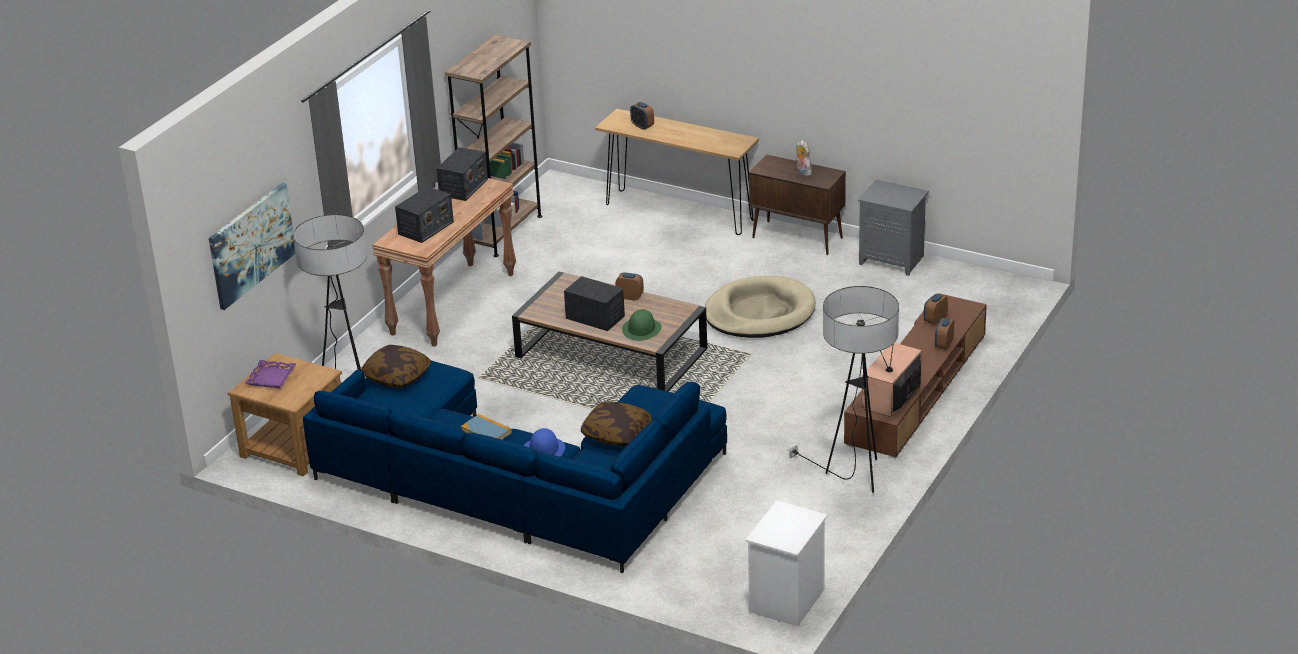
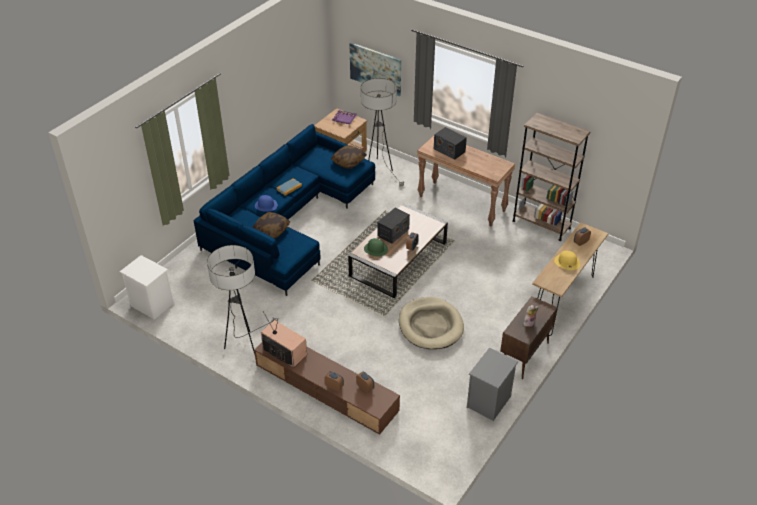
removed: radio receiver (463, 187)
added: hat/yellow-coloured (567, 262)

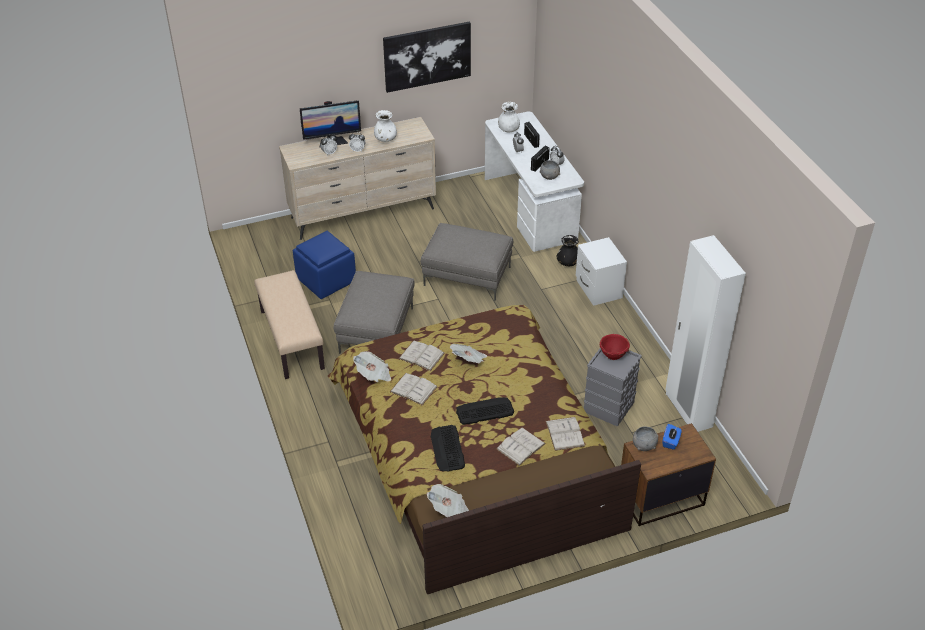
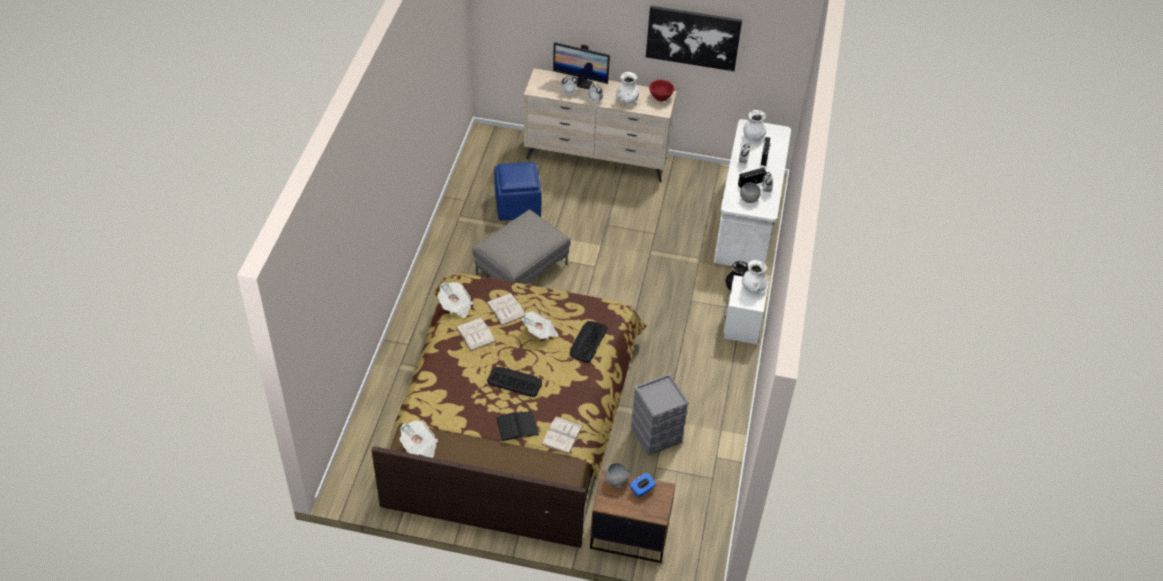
removed: indoor bench/sand-coloured (291, 339); pouffe/greyish (468, 276); wardrobe/whitish (688, 410)
added: decorative vase/whitish (753, 288)
moved: PC keyboard (447, 449) to (588, 342); deep dish/red-coloured (613, 355) to (660, 97)
recoloured: volume/whitish (520, 446) to volume/blackish (517, 426)

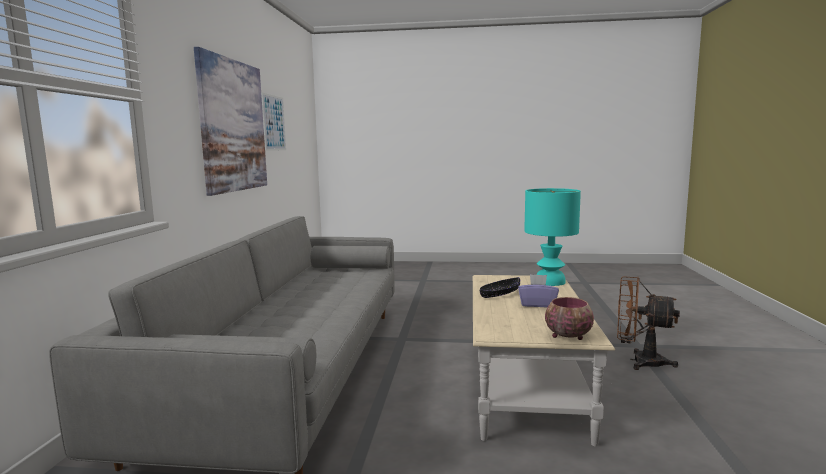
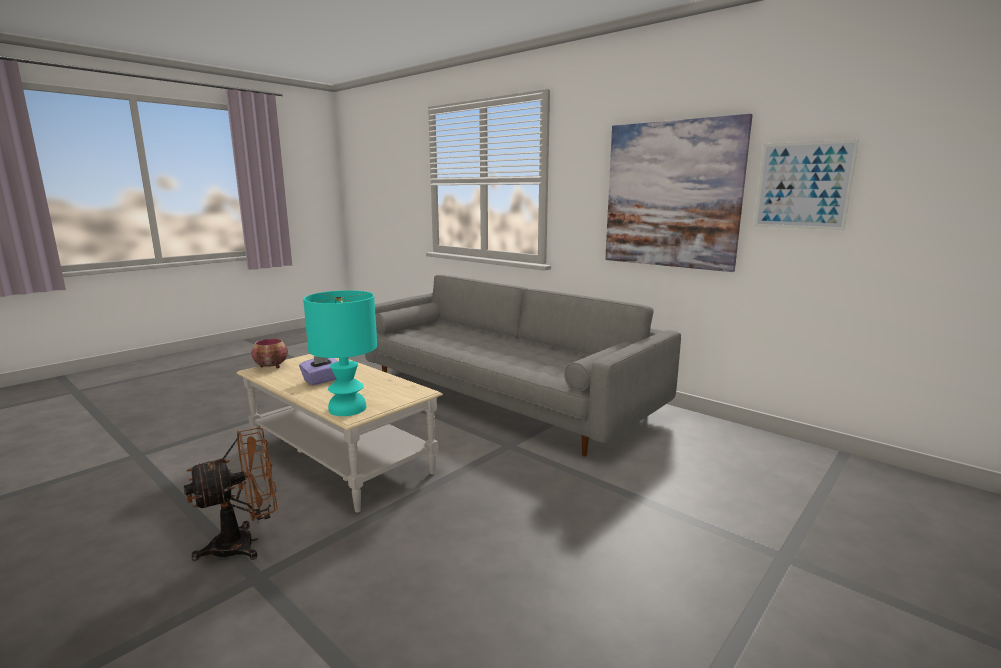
removed: deep dish/blackish (499, 294)

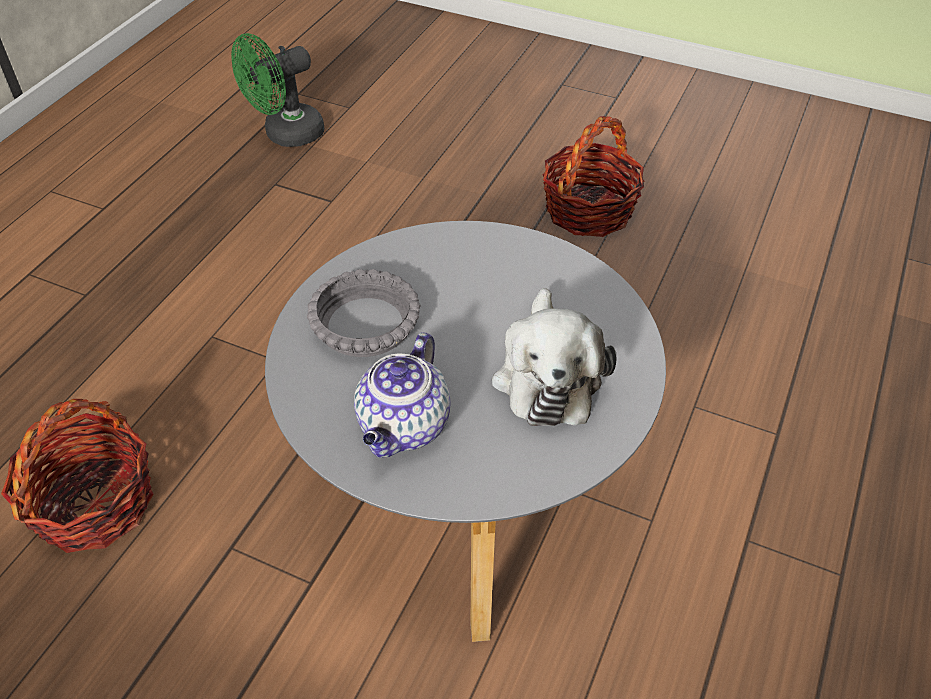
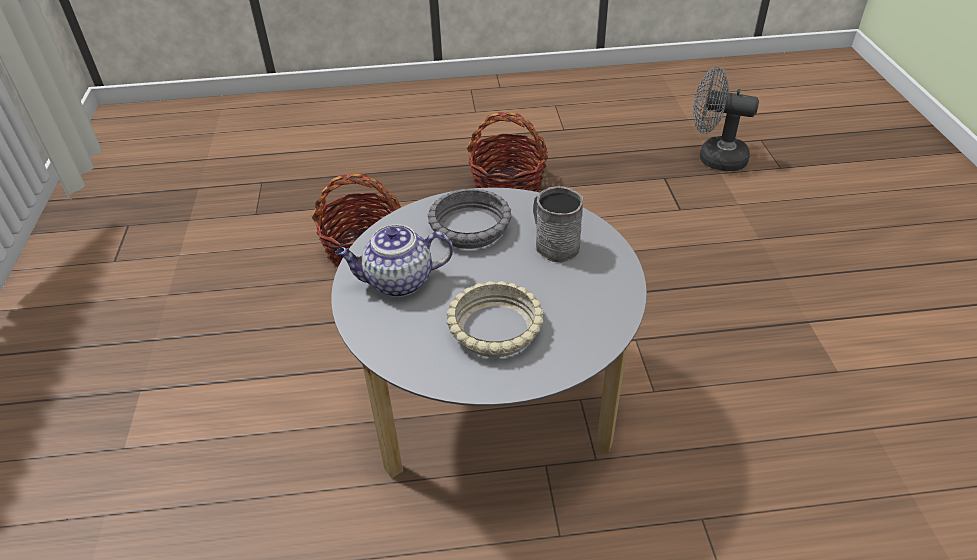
added: mug/greyish (553, 244)
moved: basket (589, 210) to (508, 185)
replaced: soft toy (547, 376) to deep dish/sand-coloured (496, 328)
recoloured: electric fan/greenish (286, 135) to electric fan/greyish (714, 157)

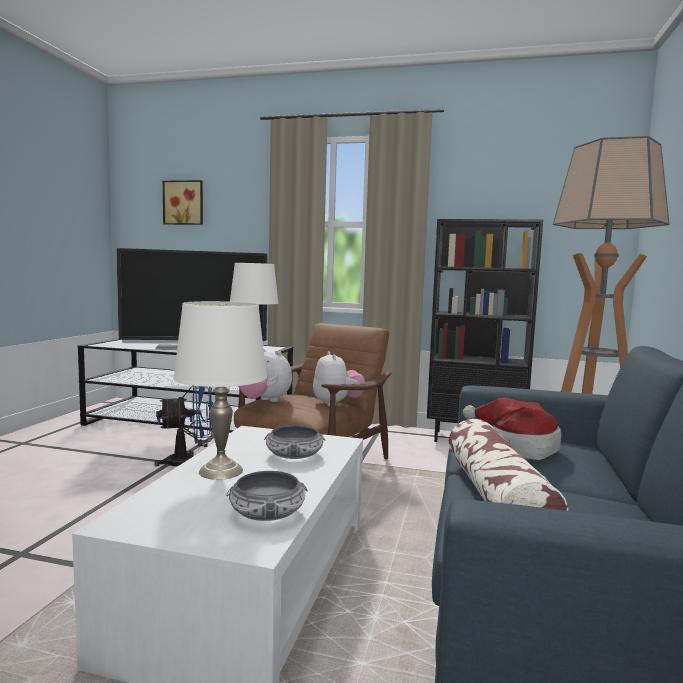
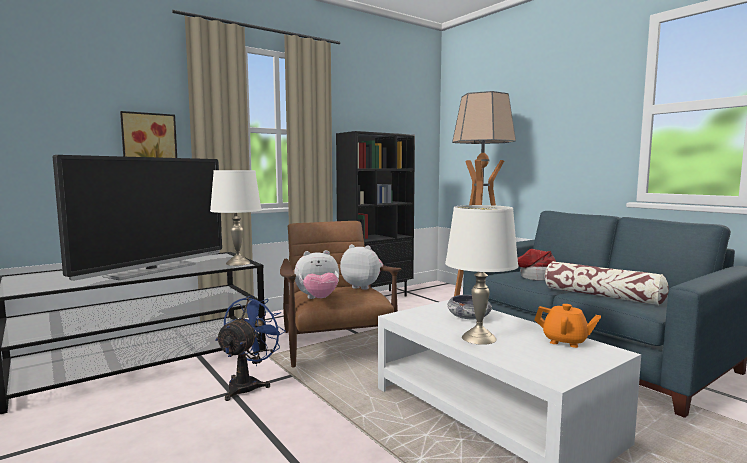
moved: picture (184, 203) to (149, 138)
replaced: deep dish (267, 513) to tea pot/orangey (565, 341)

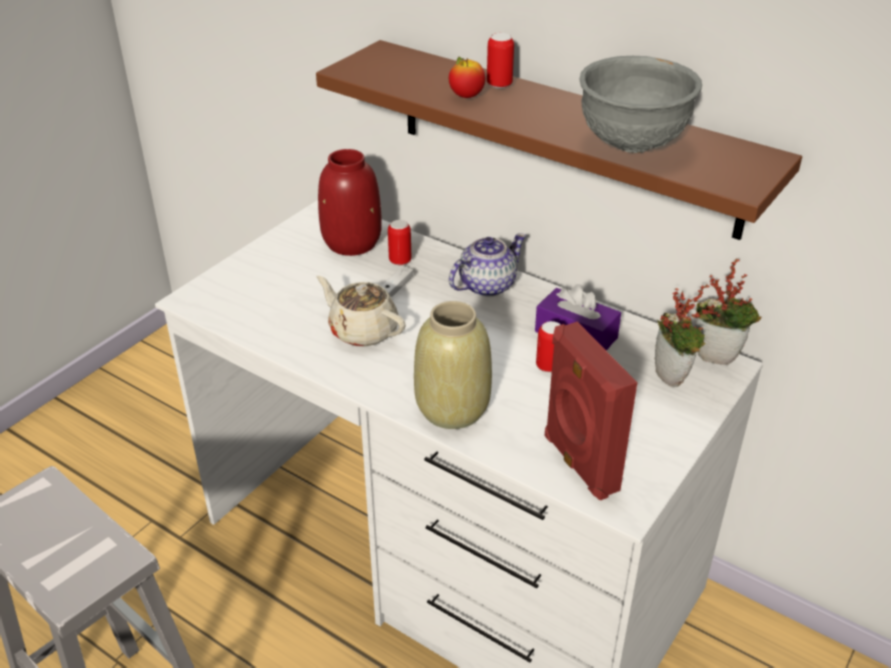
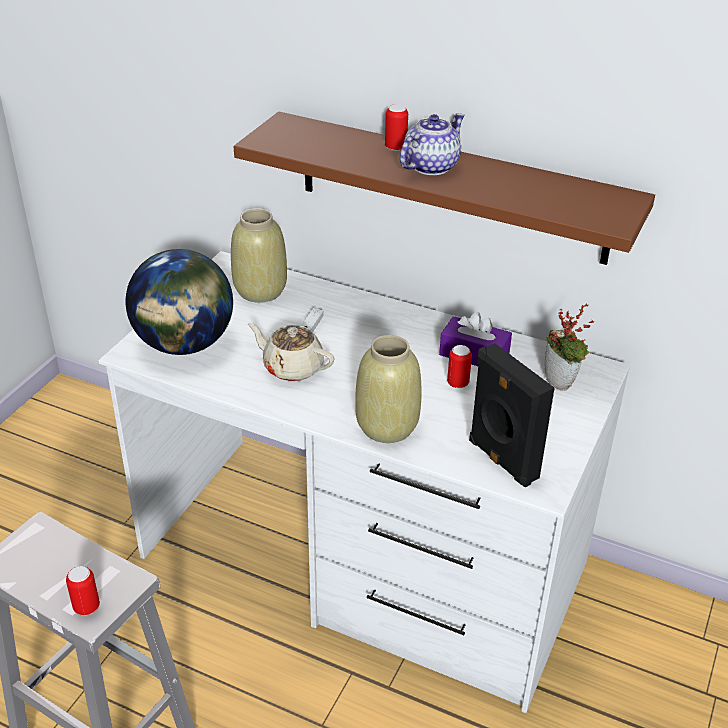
removed: whole apple (466, 96); deep dish/greyish (630, 144); potted plant (718, 356)
added: world globe (184, 344)
moved: can (400, 261) to (86, 607); tea pot (486, 285) to (430, 166)
recoloured: decorative vase/red-coloured (352, 243) to decorative vase/sand-coloured (260, 291); speaker/red-coloured (578, 464) to speaker/blackish (501, 460)

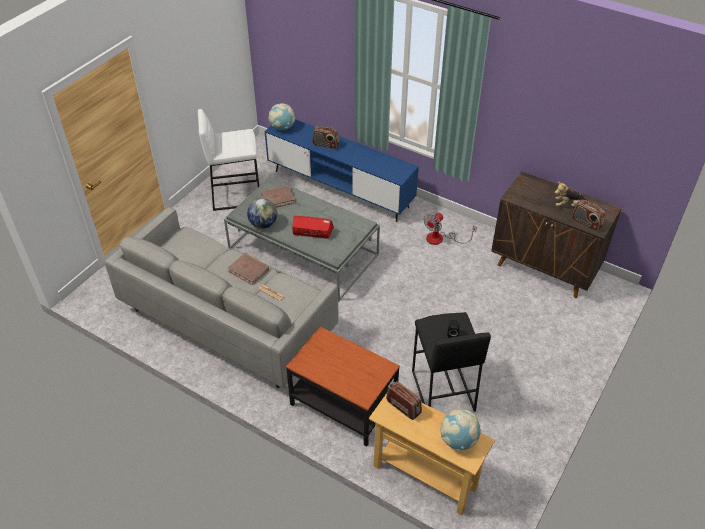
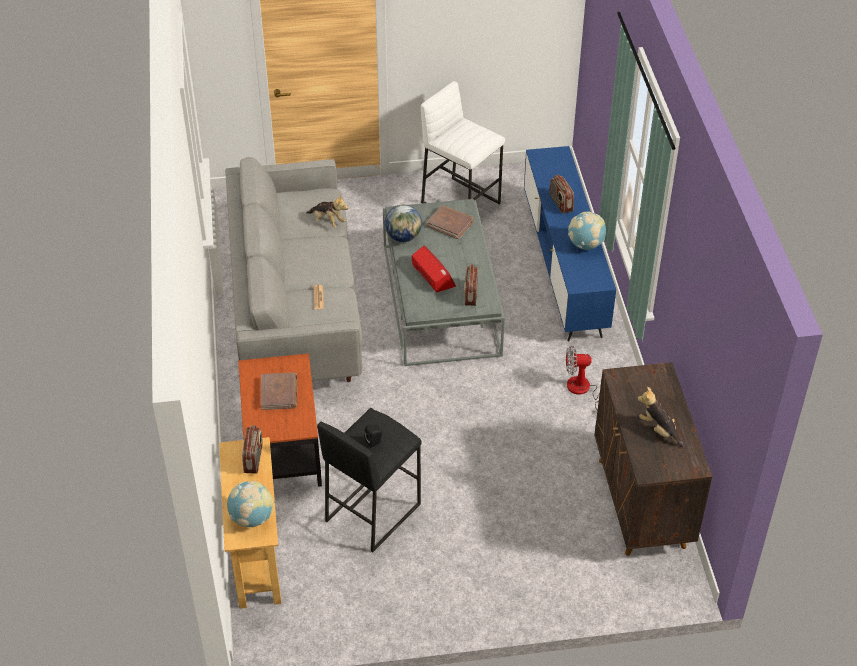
added: soft toy (328, 221)
moved: volume/brownish (249, 270) to (279, 393); world globe (282, 127) to (585, 244); radio receiver (586, 223) to (470, 294)

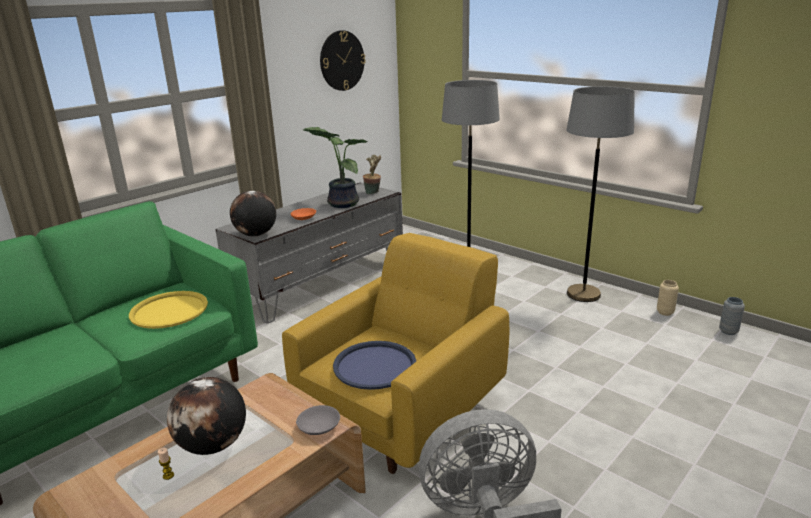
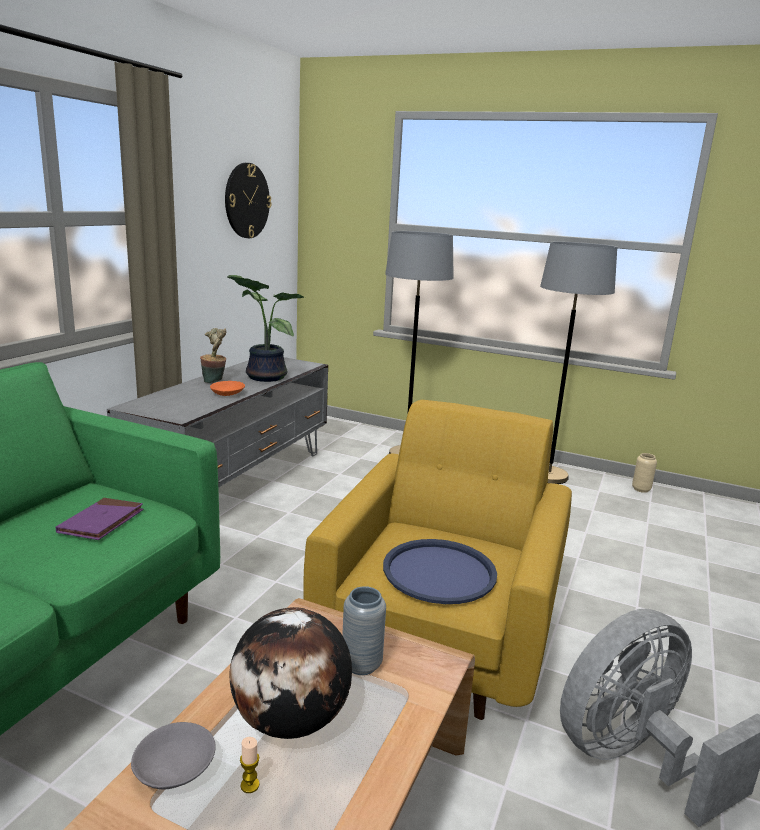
removed: world globe (255, 235)
moved: deep dish/greyish (318, 427) to (173, 768); potted plant (373, 192) to (215, 381); decorative vase/greyish (728, 331) to (361, 664)
replaced: carrying tray/yellow-coloured (169, 310) to volume/purple (101, 522)

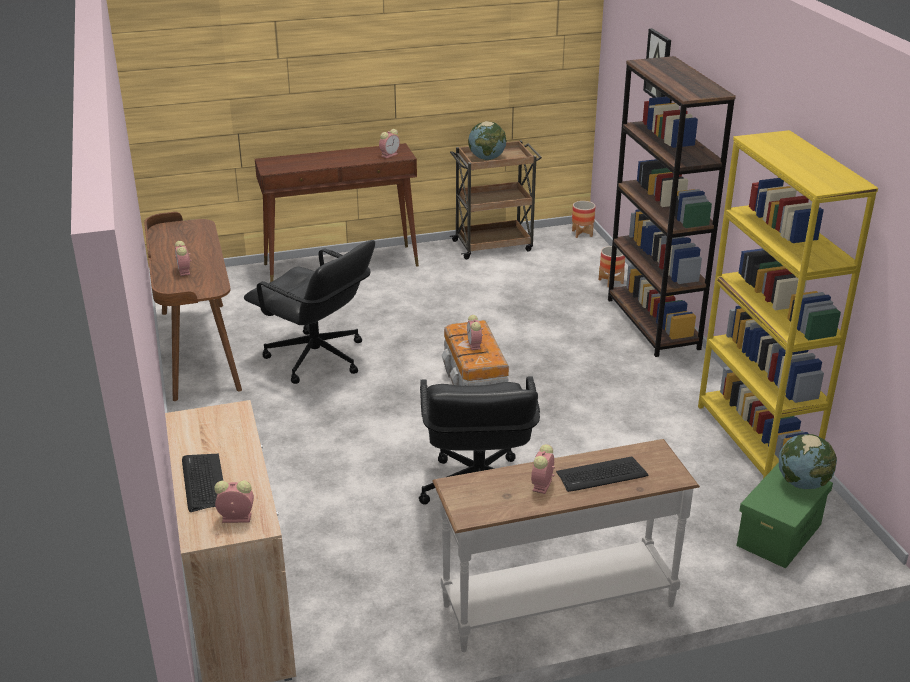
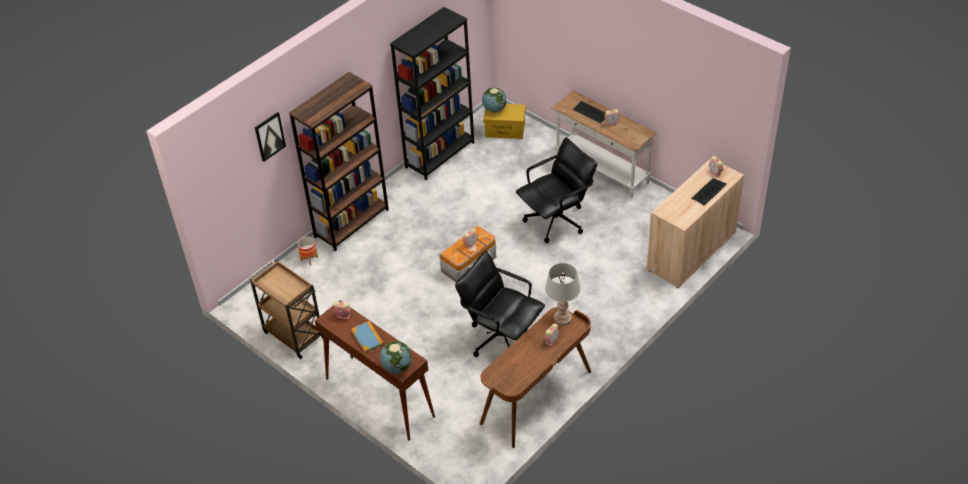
removed: planter (582, 233)
added: volume (367, 338); table lamp/greyish (562, 319)
moved: world globe (487, 158) to (397, 367)
recoloured: bookcase/yellow-coloured (755, 440) to bookcase/blackish (440, 155); storage container/greenish (779, 534) to storage container/yellow-coloured (504, 130)
turned: desk chair/blackish (316, 359) = (501, 338) 60 degrees counterclockwise

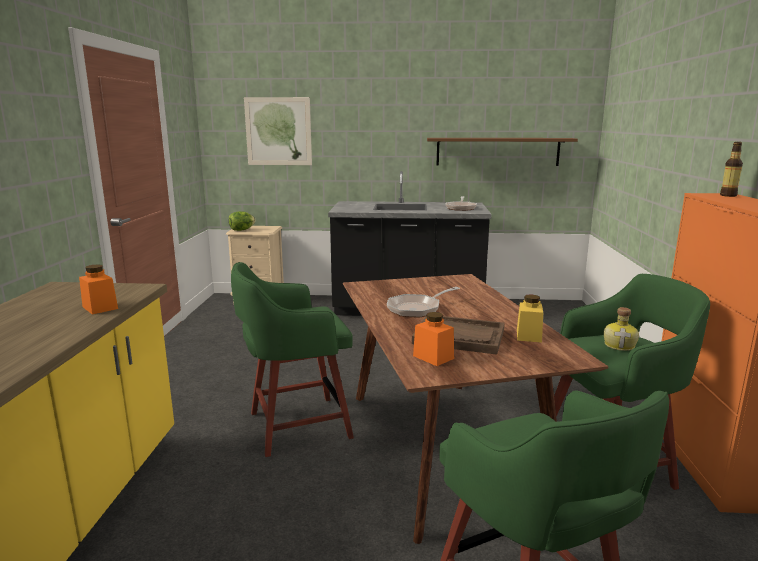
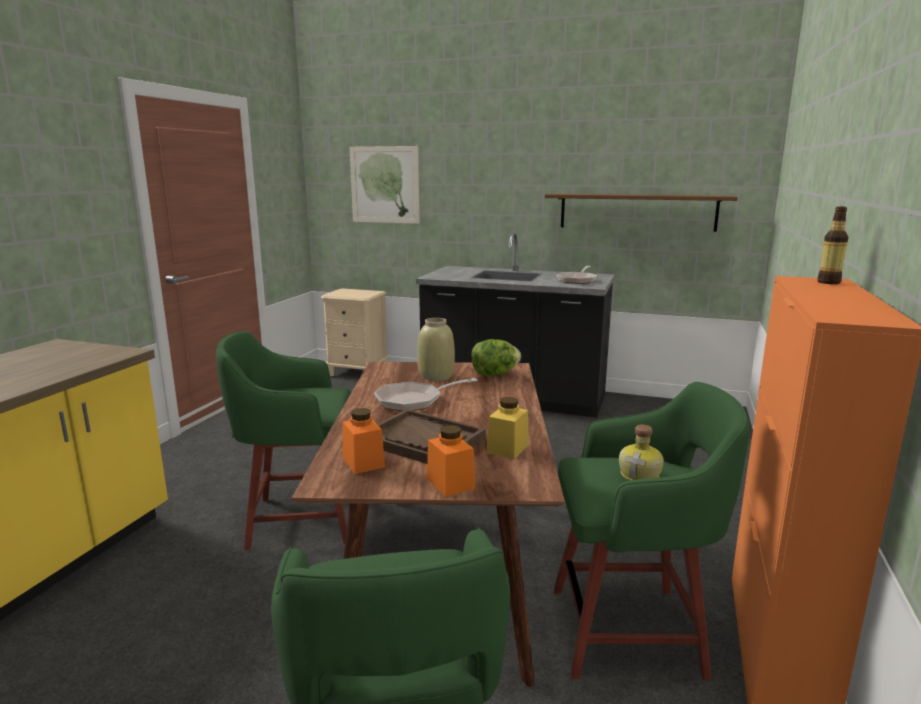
added: decorative vase/sand-coloured (435, 376)
moved: preserve jar/orangey (100, 307) to (450, 483); head of lettuce (242, 230) to (494, 374)

